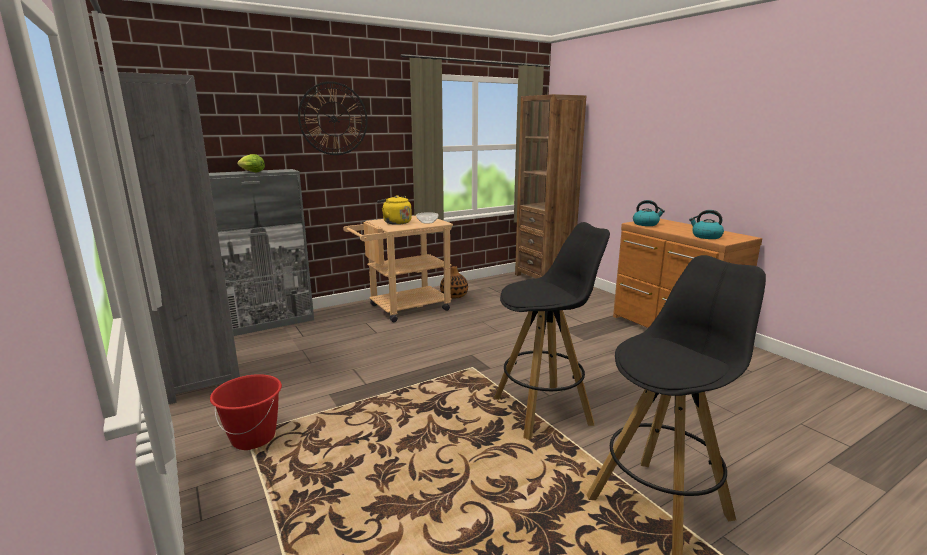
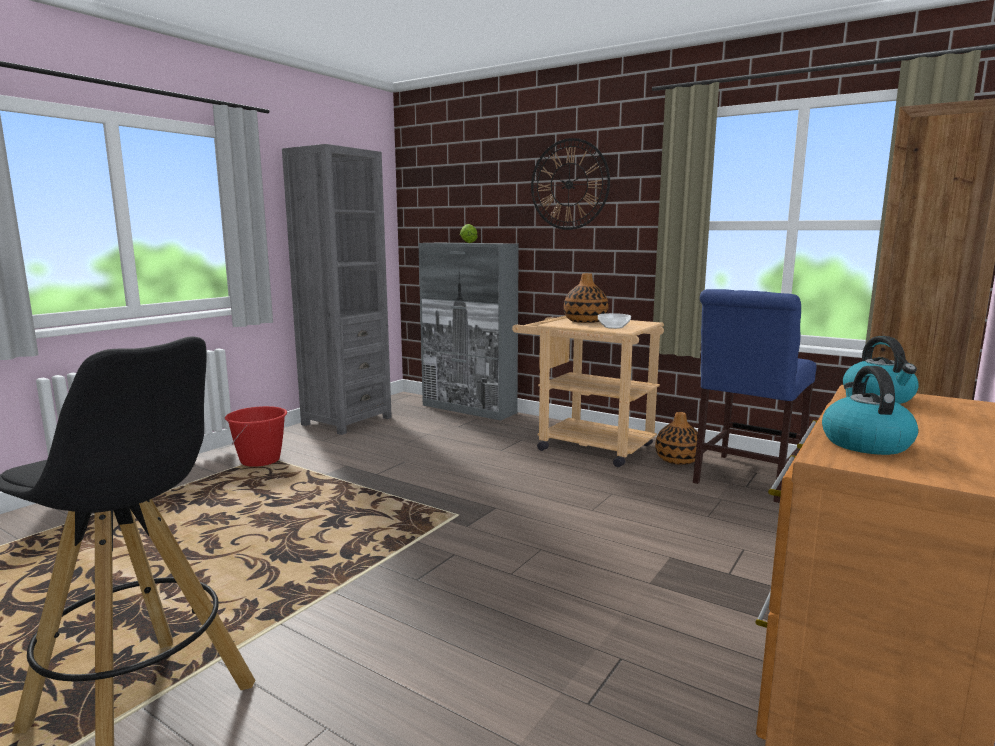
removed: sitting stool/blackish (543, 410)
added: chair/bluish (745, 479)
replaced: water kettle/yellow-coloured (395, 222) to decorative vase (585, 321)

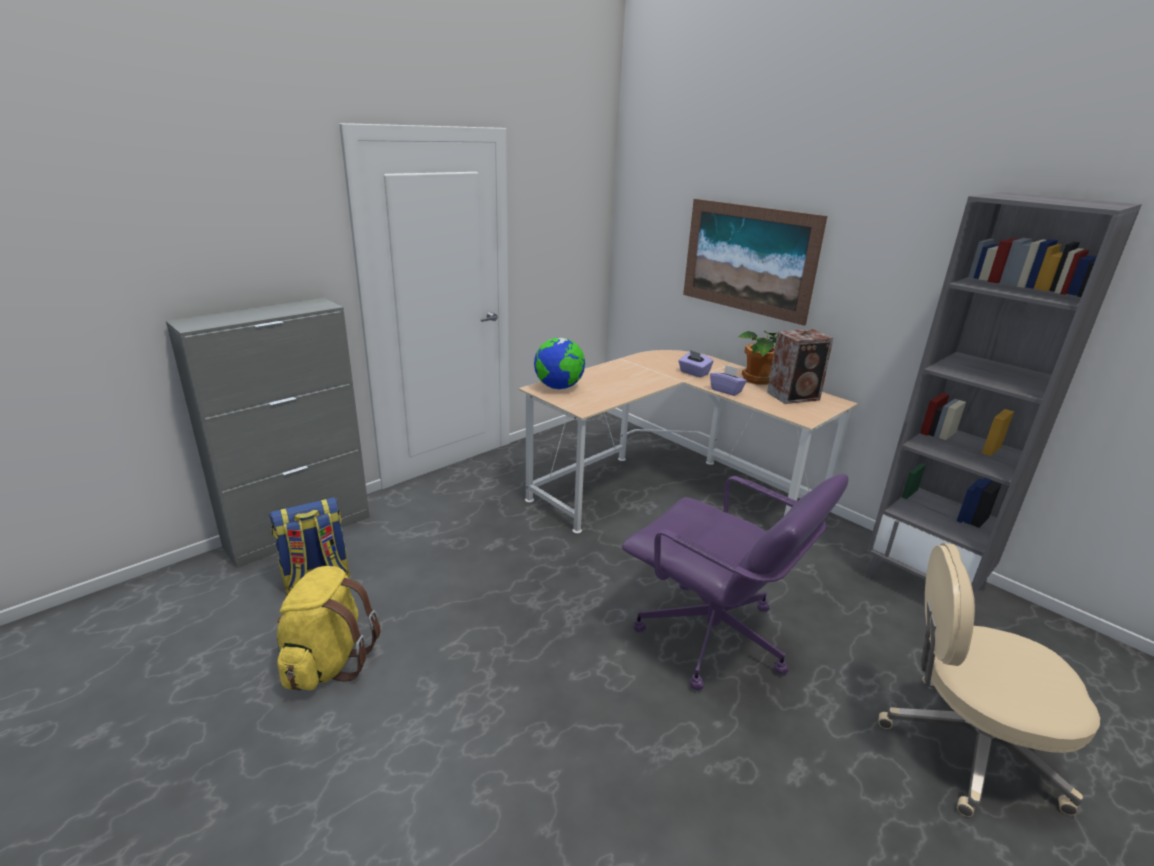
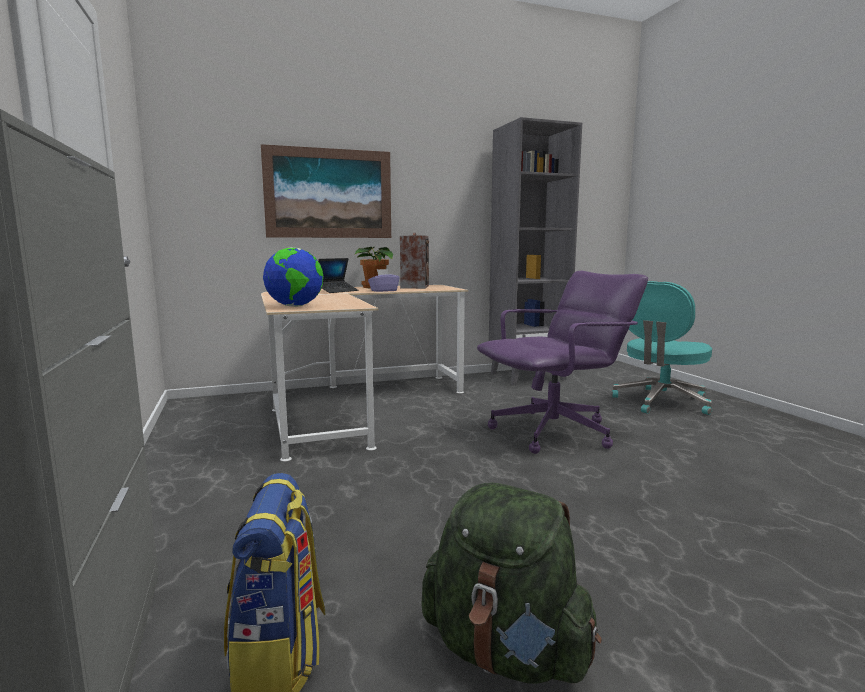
replaced: tissue holder/purple (694, 373) to portable computer (336, 291)
recoloured: backpack/yellow-coloured (328, 662) to backpack/greenish (506, 651); desk chair/sand-coloured (966, 746) to desk chair/blue-green (661, 402)

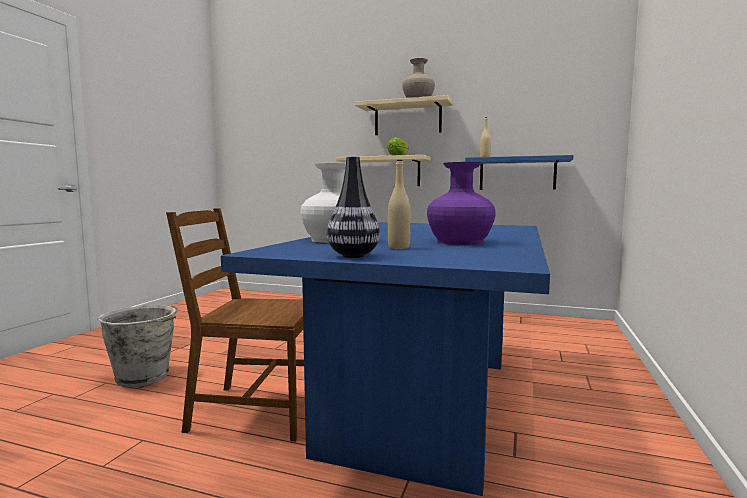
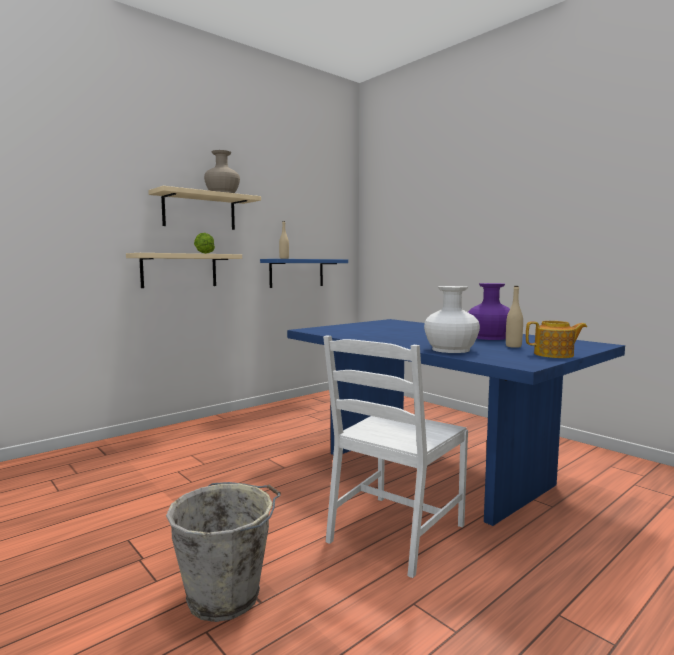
replaced: decorative vase (353, 256) to tea pot (554, 355)
recoloured: chair/brownish (255, 411) to chair/whitish (395, 533)

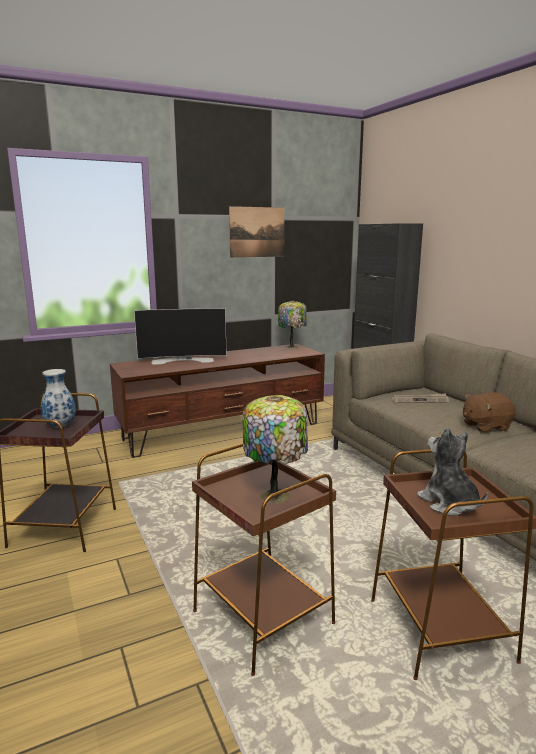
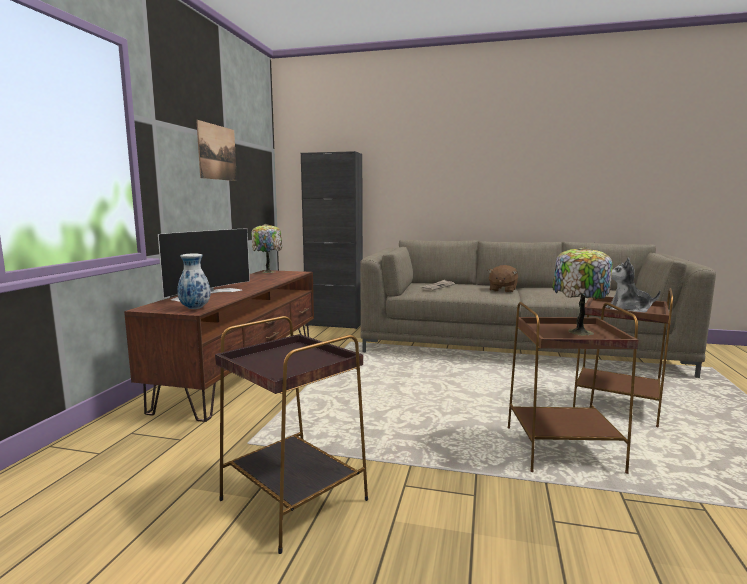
moved: decorative vase (61, 426) to (195, 308)

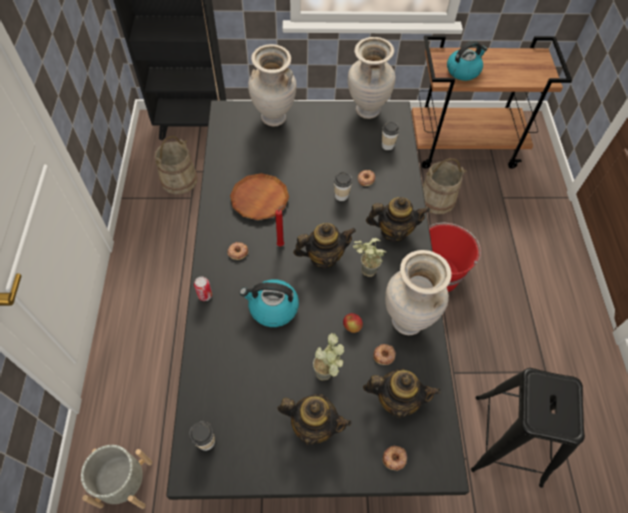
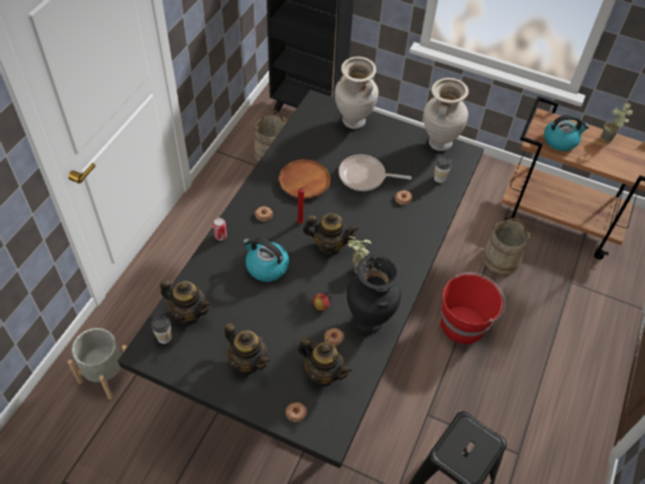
removed: drinking cup (341, 196)
added: skillet (365, 177)
moved: potted plant (328, 375) to (609, 141); tea pot (393, 231) to (189, 313)
recoloured: decorative vase/sand-coloured (407, 320) to decorative vase/blackish (369, 320)

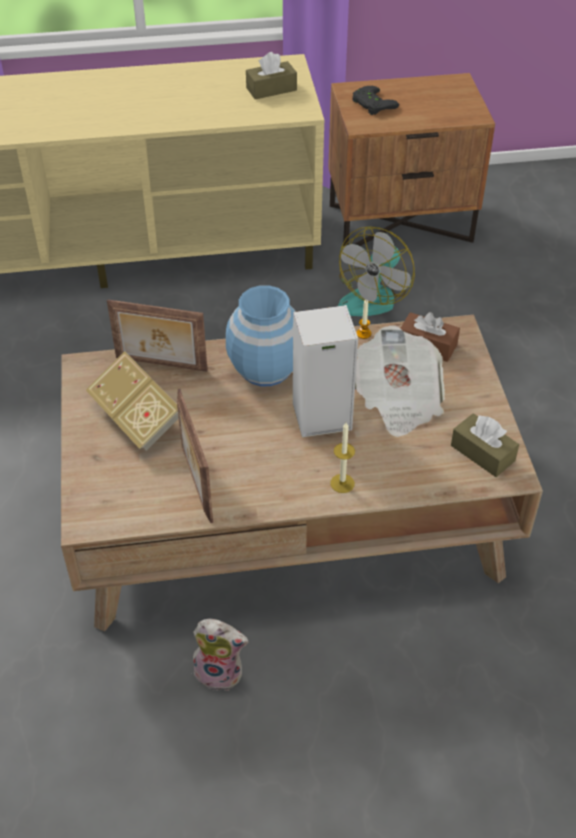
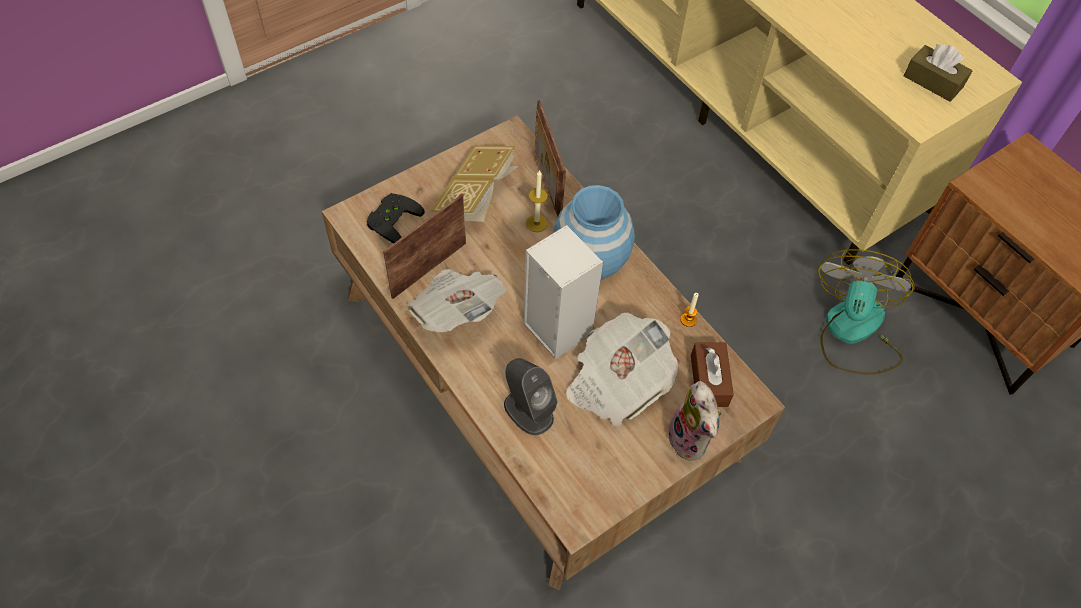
removed: tissue holder/brownish (482, 453)
added: newspaper (456, 311); speaker/greyish (528, 410)
moved: soft toy (220, 671) to (691, 440); wax candle (342, 483) to (536, 223); joypad/blackish (371, 104) to (391, 219)
turned: electric fan (374, 295) = (852, 333) 105 degrees clockwise

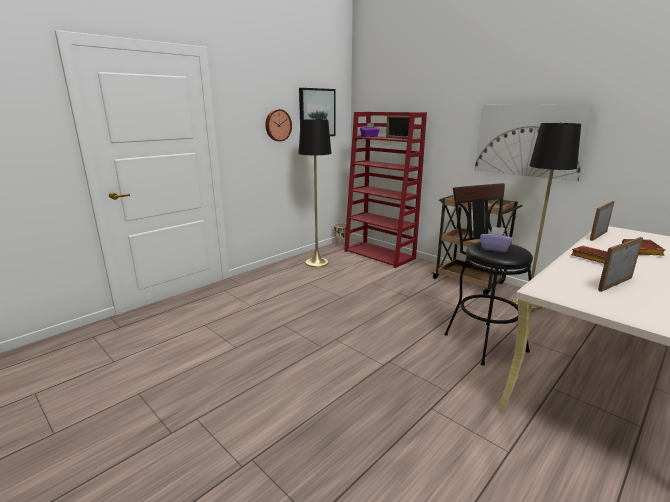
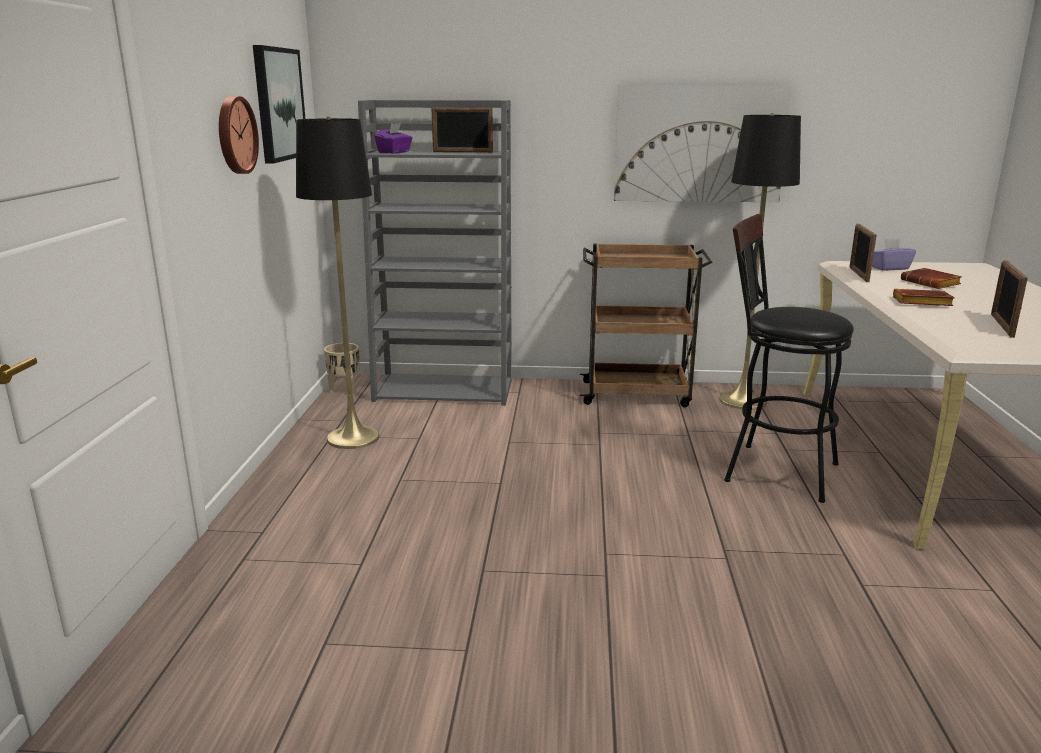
moved: tissue holder/purple (494, 249) to (889, 268)
recoloured: bookcase/red-coloured (380, 255) to bookcase/greyish (445, 390)

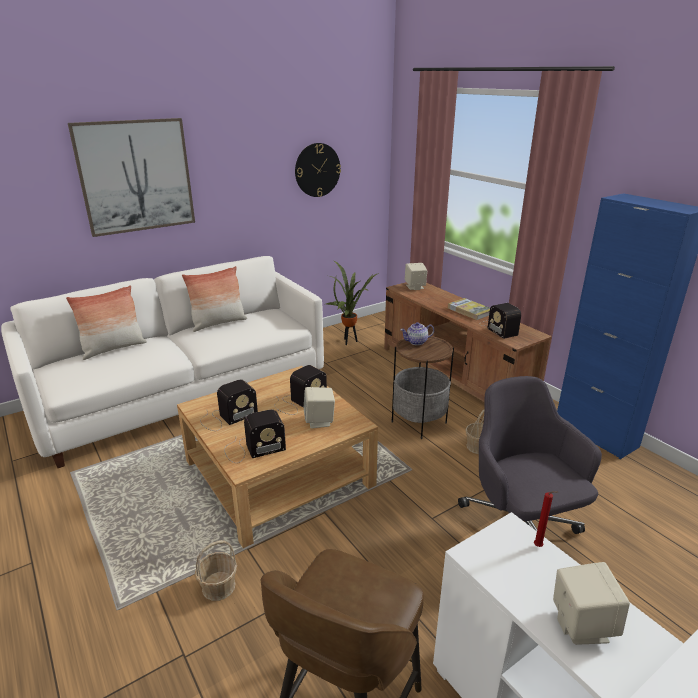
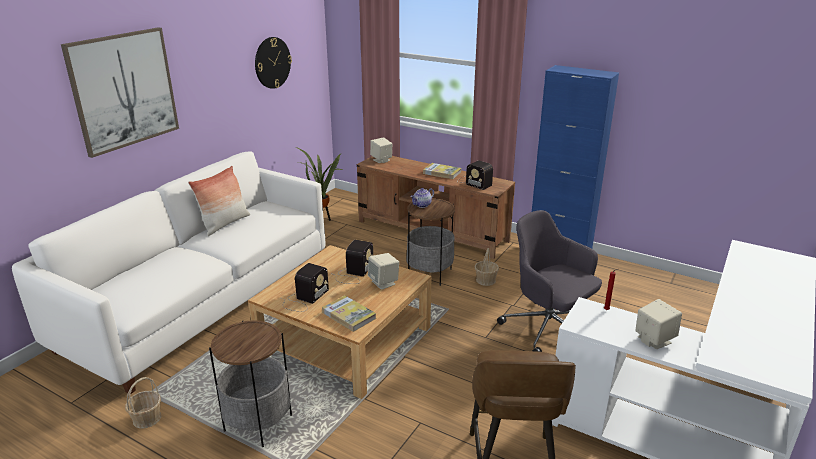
removed: pillow (113, 348)
added: side table (258, 423)
moved: basket (218, 586) to (146, 418)
replaced: radio receiver (252, 449) to volume (349, 315)

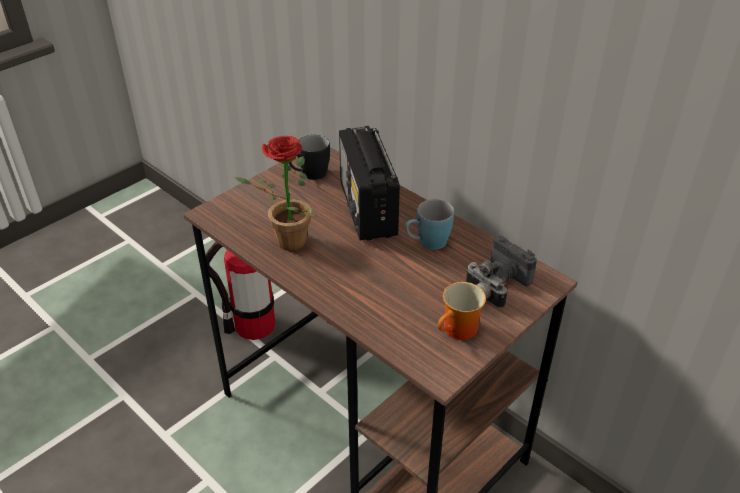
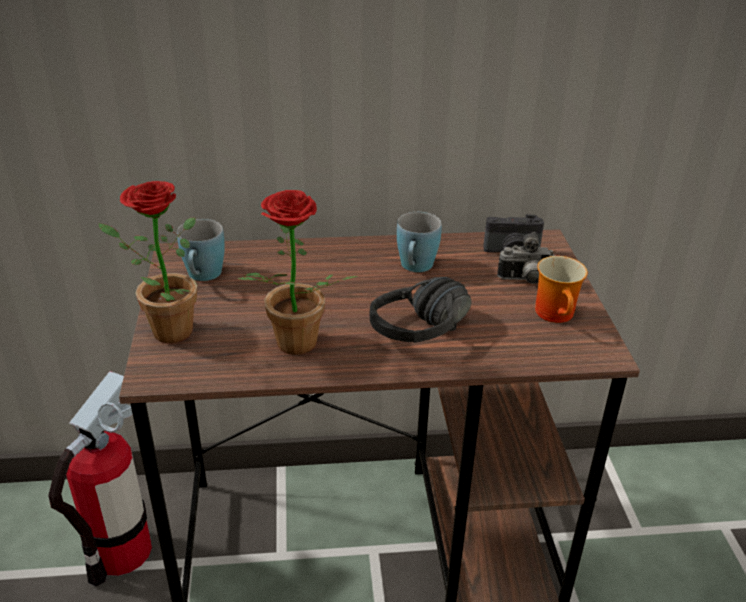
removed: radio receiver (368, 210)
added: potted plant (163, 331); pair of headphones/blackish (430, 336)
recoloured: mug/blackish (309, 175) to mug/bluish (203, 277)

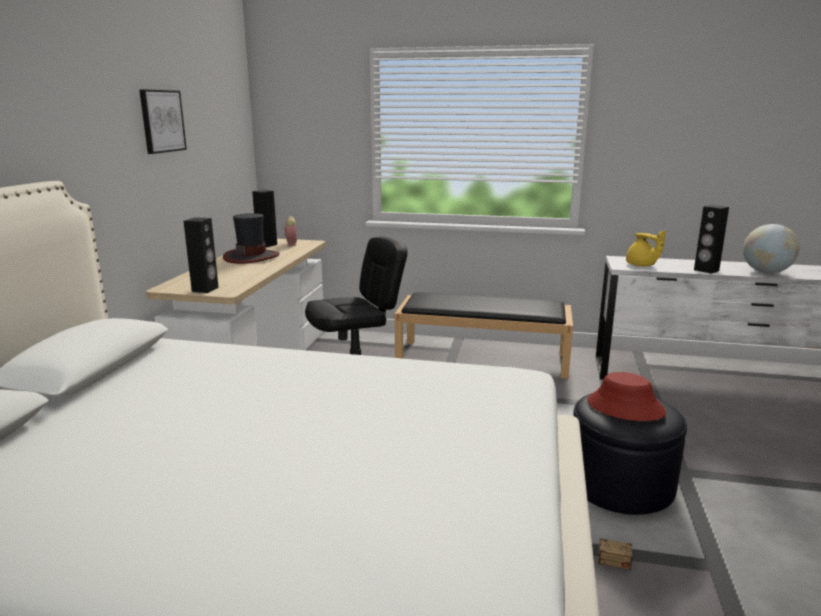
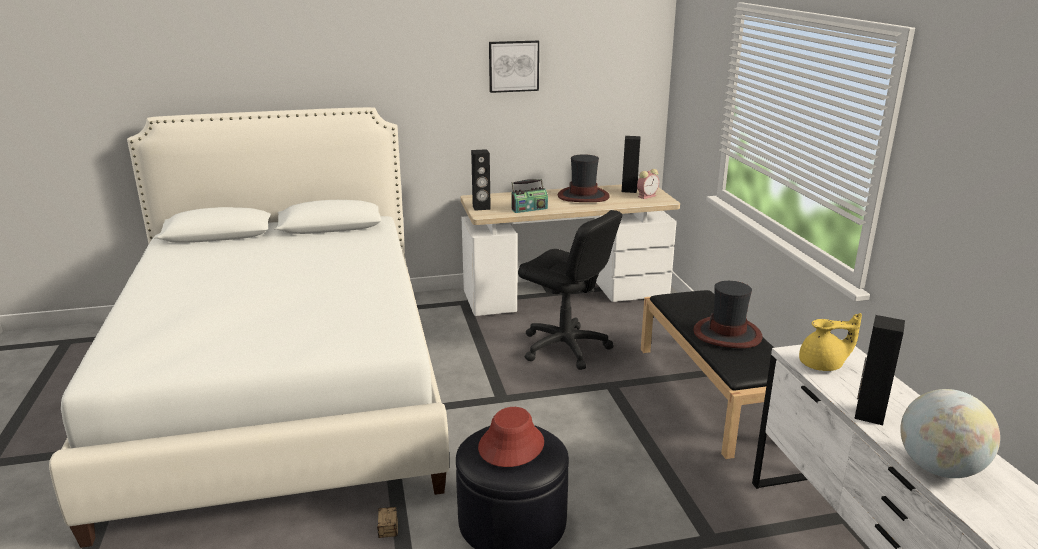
added: radio receiver (529, 209); hat (727, 334)
turned: tea pot/yellow-coloured (641, 265) = (823, 365) 120 degrees counterclockwise

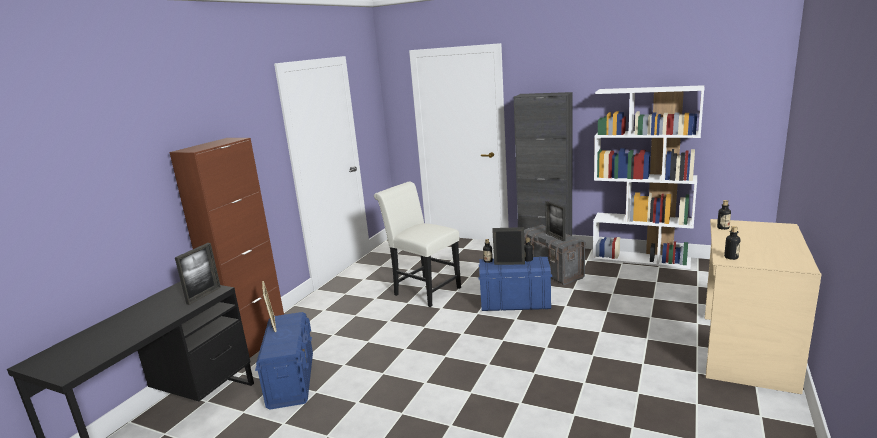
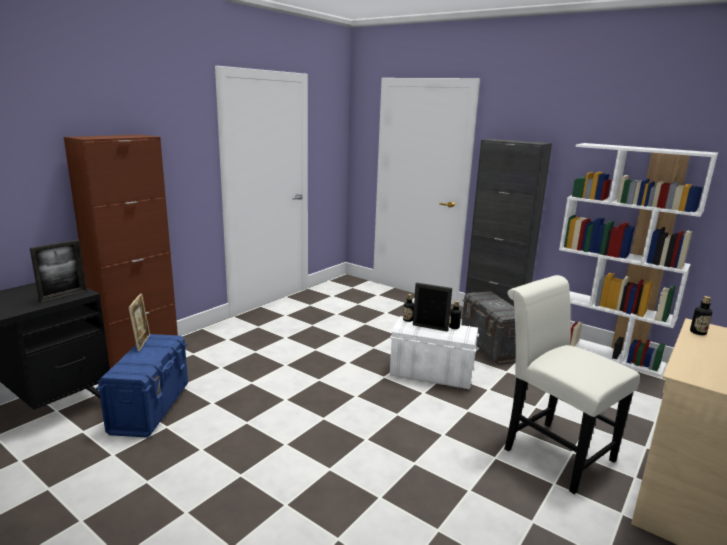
removed: picture frame (555, 237); bottle (731, 257)
moved: chair/whitish (423, 290) to (551, 451)
recoloured: storage container/bluish (514, 303) to storage container/whitish (431, 374)

